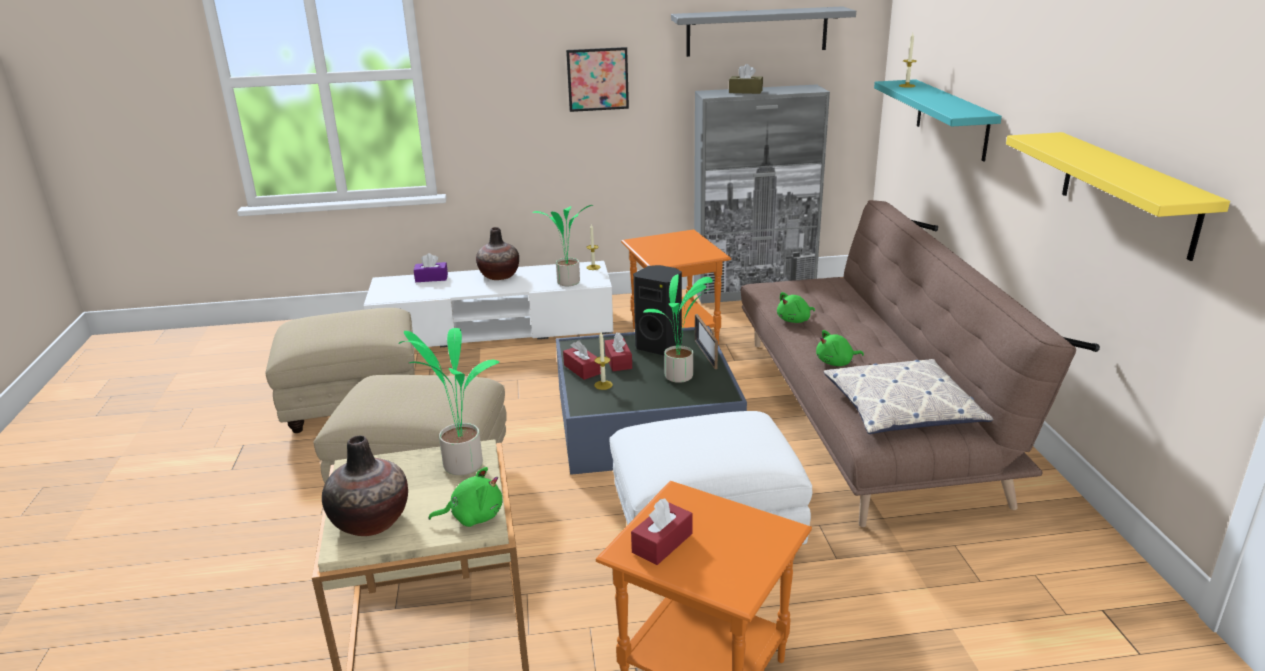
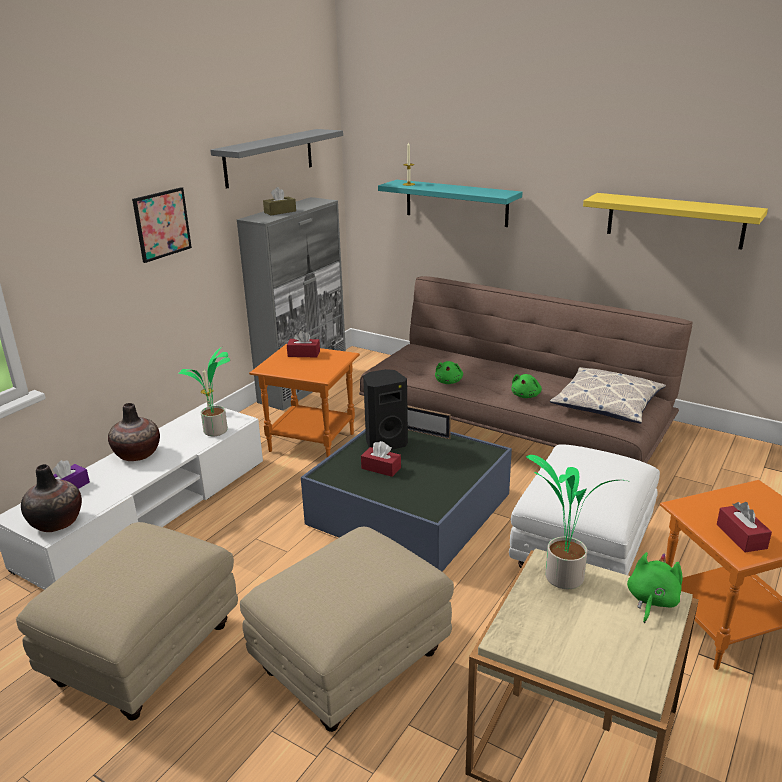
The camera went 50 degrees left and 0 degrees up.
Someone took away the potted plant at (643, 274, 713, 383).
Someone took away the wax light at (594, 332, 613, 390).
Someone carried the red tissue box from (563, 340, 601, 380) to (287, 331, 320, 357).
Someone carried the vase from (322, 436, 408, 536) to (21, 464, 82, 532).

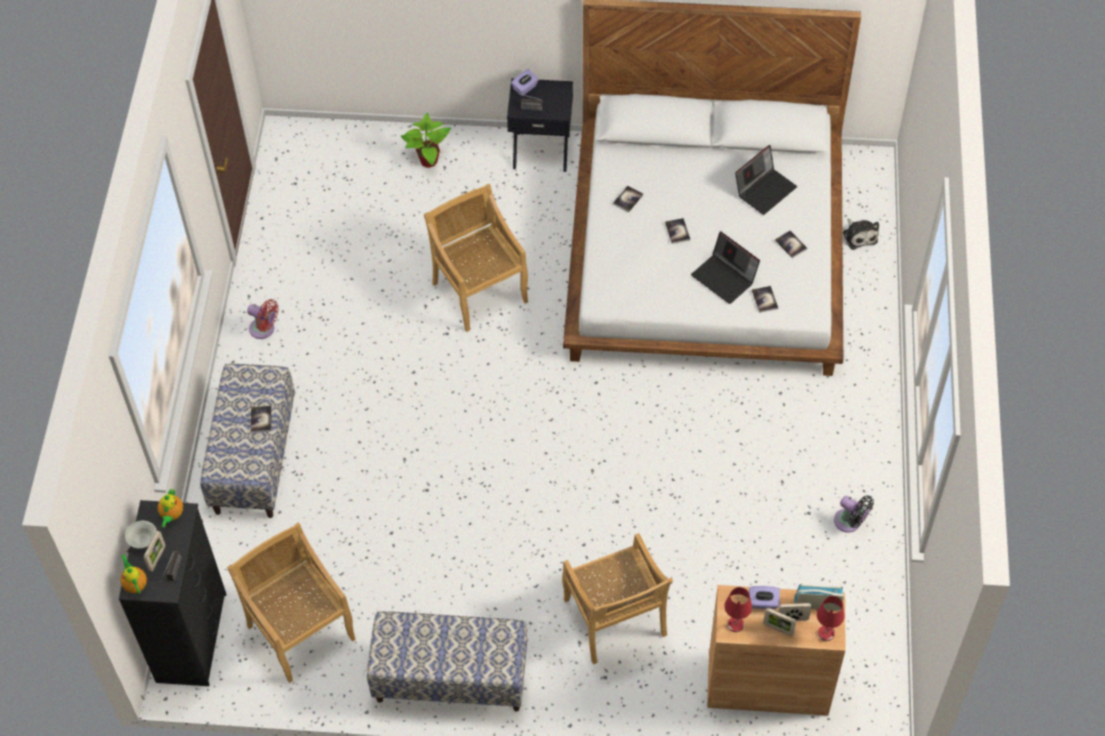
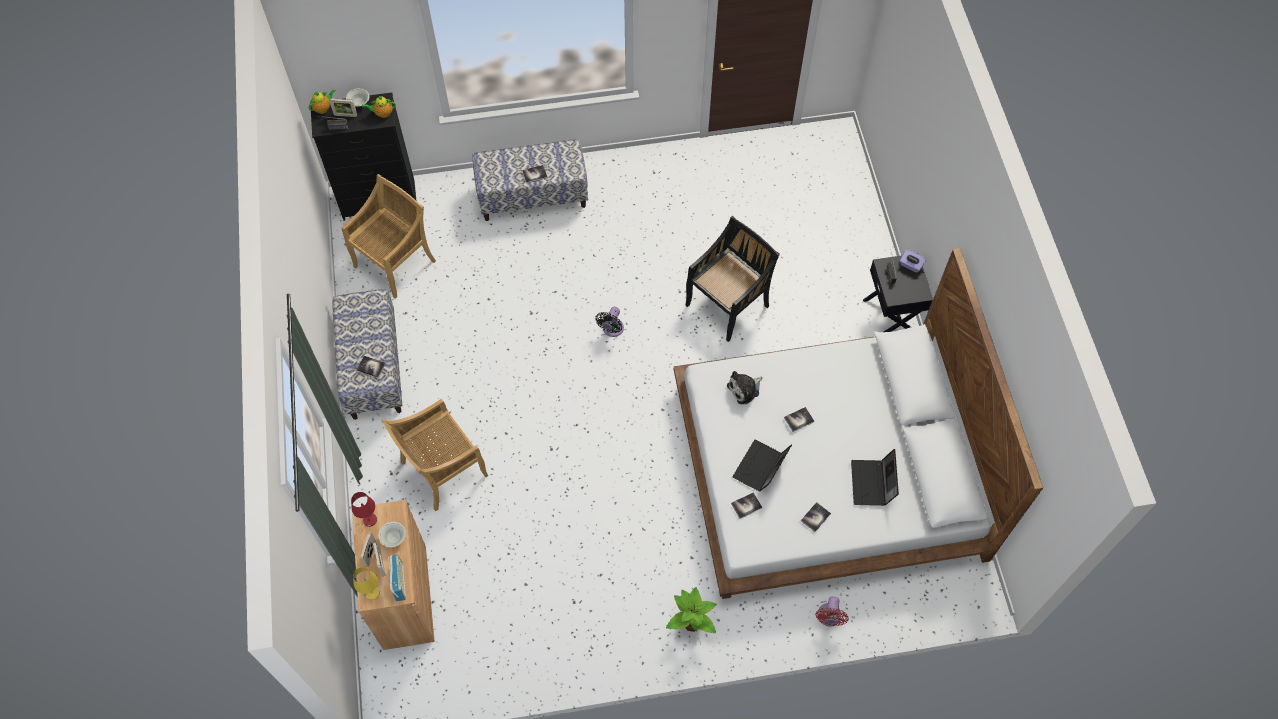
The camera went 75 degrees right and 5 degrees up.
Someone carried the potted plant from (401, 112, 451, 168) to (666, 587, 717, 633).
Someone rotated the laptop at (735, 145, 797, 215) by 60 degrees clockwise.
Someone repainted the beige-coloured plain chair at (424, 184, 528, 332), which became the black-coloured plain chair at (686, 216, 780, 342).
Someone carried the book from (613, 186, 643, 212) to (356, 356, 386, 378).
Someone carried the plush toy from (843, 219, 879, 250) to (727, 371, 762, 404).
Someone carried the red fan from (247, 299, 279, 339) to (816, 596, 849, 627).
Someone carried the black-coloured fan from (834, 495, 874, 533) to (595, 307, 624, 337).
Someone swapped the purplish tissue box at (749, 586, 780, 609) for the whitish serving bowl at (379, 522, 406, 547).
Someone repainted the red lamp for a table at (817, 596, 845, 641), which became the yellow-coloured lamp for a table at (353, 567, 380, 600).

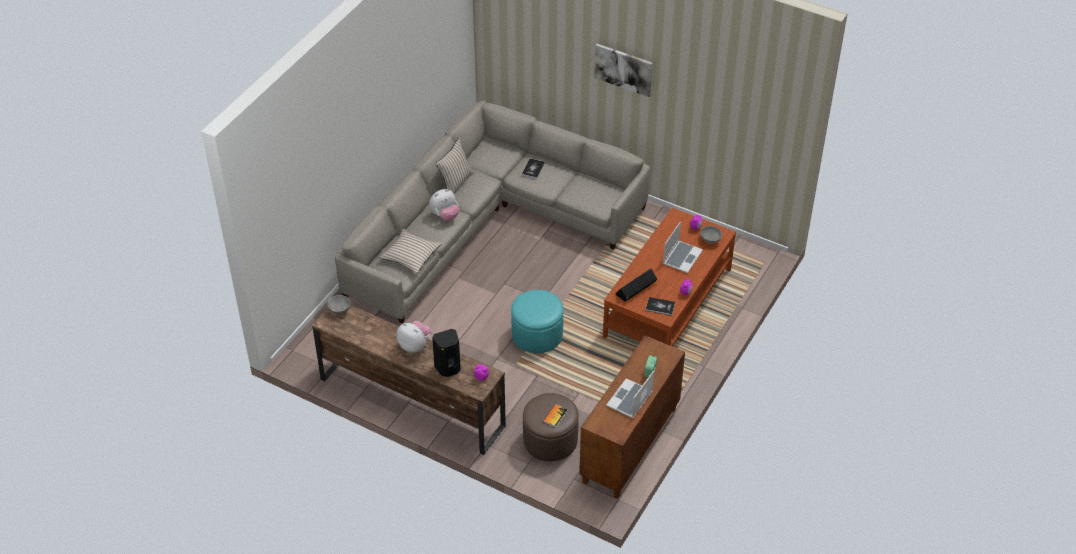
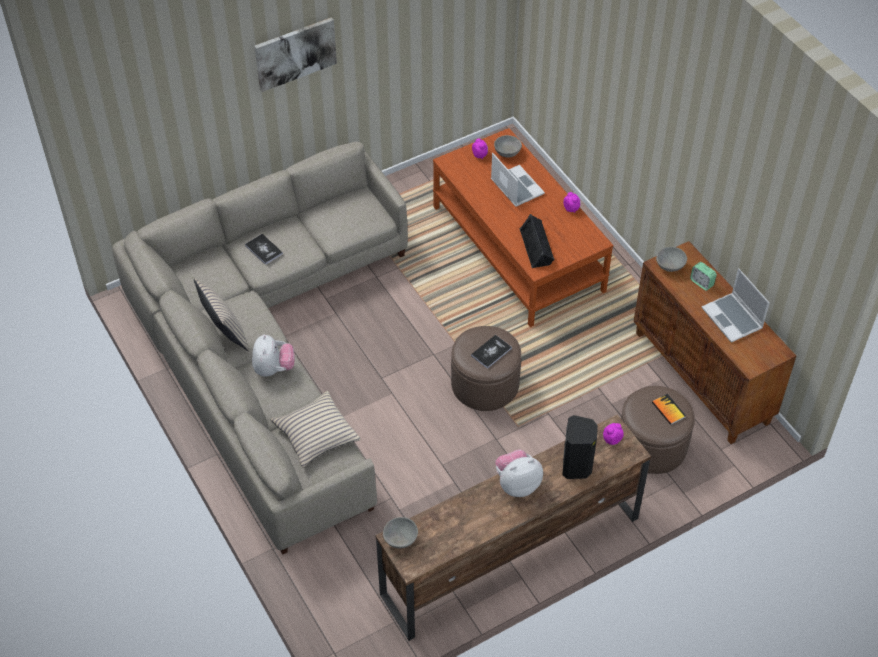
The camera went 60 degrees left and 5 degrees up.
Someone repainted the blue-green pouffe at (511, 290, 564, 353), which became the brown pouffe at (451, 326, 521, 411).
Someone carried the book from (645, 297, 675, 316) to (471, 335, 512, 369).
Someone put down the gray serving bowl at (656, 247, 687, 272).

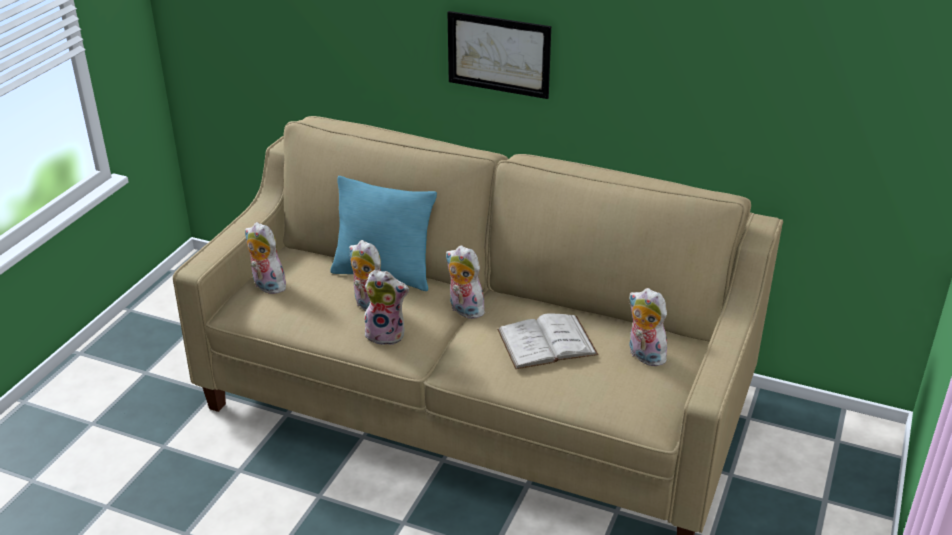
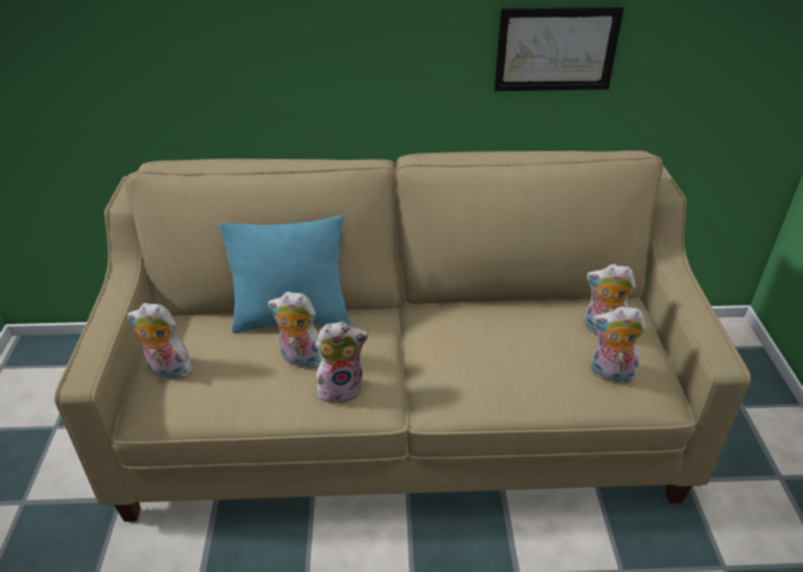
The camera went 25 degrees left and 5 degrees up.
Someone carried the picture from (447, 11, 551, 99) to (494, 7, 624, 91).
Someone carried the plush toy from (445, 245, 485, 319) to (590, 306, 646, 384).
Someone took away the whitish book at (497, 314, 598, 369).

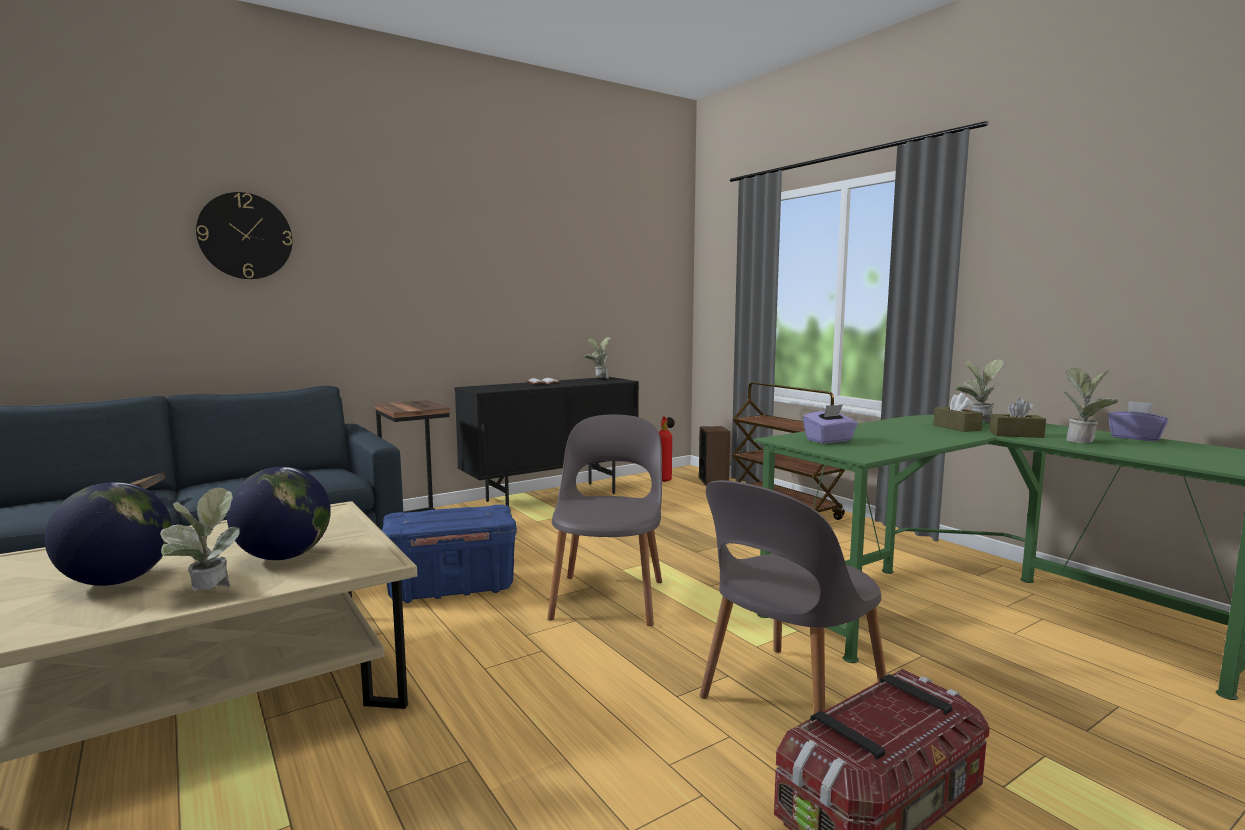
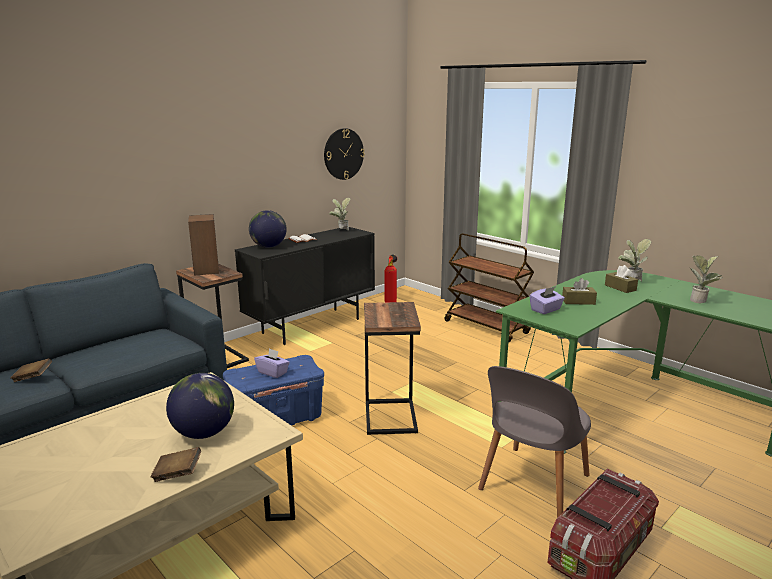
The camera went 10 degrees left and 10 degrees up.
Someone carried the clock on the wall from (196, 192, 292, 279) to (324, 128, 365, 180).
Someone carried the brown tissue box from (989, 398, 1046, 438) to (562, 278, 597, 305).
Someone carried the purplish tissue box from (1108, 401, 1168, 442) to (254, 348, 290, 378).
Someone swapped the gray plain chair at (547, 415, 662, 626) for the accent table at (364, 302, 421, 435).
Someone carried the speaker from (699, 426, 730, 485) to (188, 214, 219, 276).
Someone carried the desk globe from (45, 482, 172, 586) to (249, 210, 287, 248).
Someone swapped the potted plant at (160, 488, 240, 592) for the brown book at (151, 447, 201, 482).

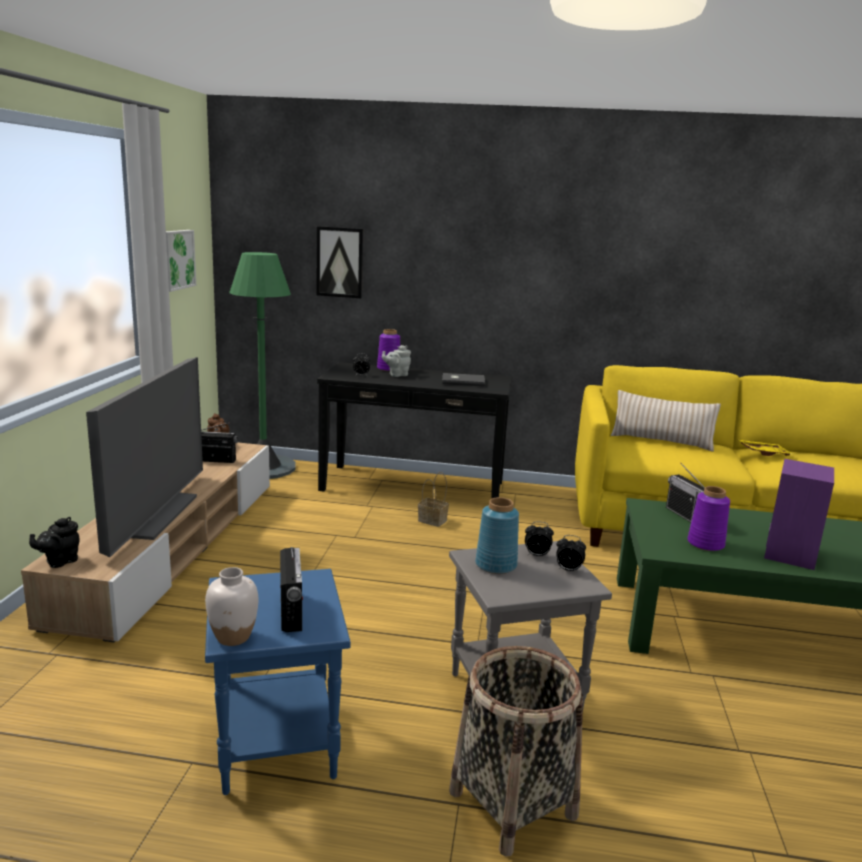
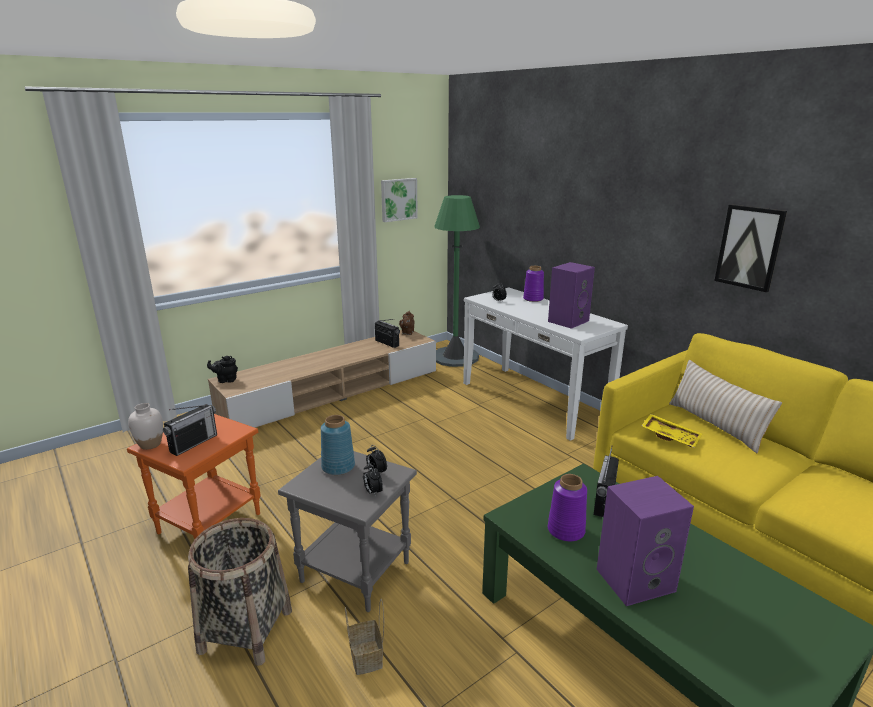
The camera went 45 degrees right and 5 degrees up.
Someone carried the picture from (317, 226, 363, 298) to (714, 204, 787, 292).
Someone took away the gray tea pot at (382, 345, 411, 377).
Someone took away the television at (86, 357, 203, 557).
Someone repainted the black-coloured console table at (317, 362, 512, 499), which became the whitish console table at (463, 287, 628, 441).
Someone swapped the gray book at (442, 373, 485, 387) for the purplish speaker at (548, 262, 595, 329).
Someone carried the yellow-coloured serving tray from (738, 439, 793, 456) to (641, 414, 702, 448).
Someone carried the storage basket from (418, 472, 449, 527) to (345, 599, 384, 675).
Someone repainted the blue-coloured accent table at (205, 569, 351, 795), which became the orangey accent table at (127, 414, 261, 539).

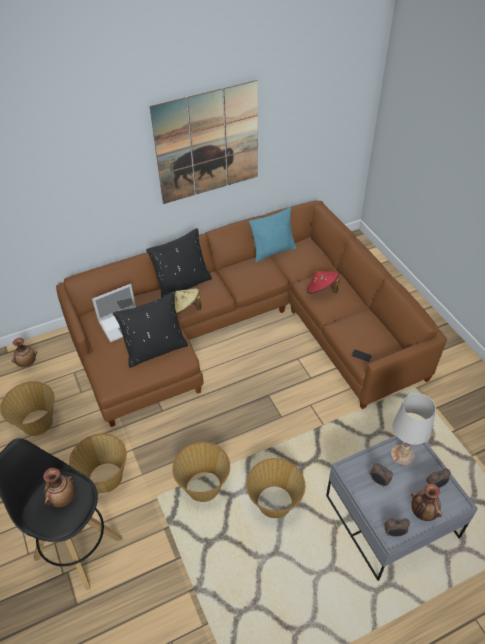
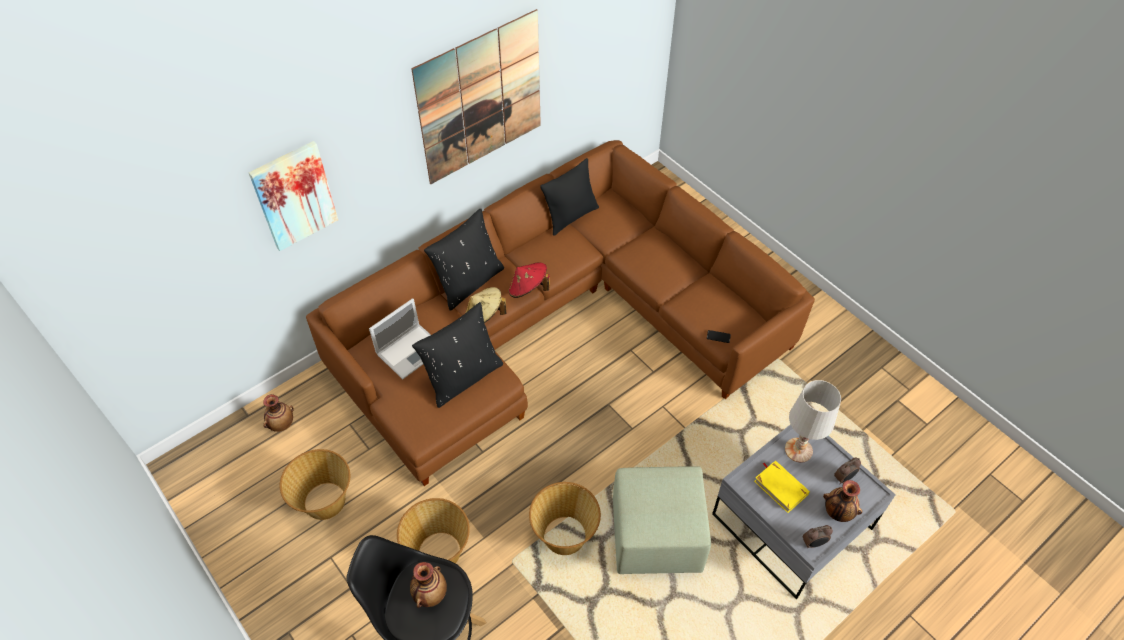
The camera went 15 degrees left and 5 degrees up.
Someone repainted the blue-green throw pillow at (249, 207, 296, 262), which became the black-coloured throw pillow at (540, 158, 599, 236).
Someone carried the red hat from (306, 271, 340, 293) to (509, 262, 550, 298).
Someone swapped the storage basket at (246, 458, 305, 518) for the greenish pouffe at (613, 466, 711, 574).
Someone swapped the table clock at (370, 463, 393, 487) for the yellow-coloured book at (754, 461, 810, 513).
Someone put up the picture at (249, 141, 338, 251).

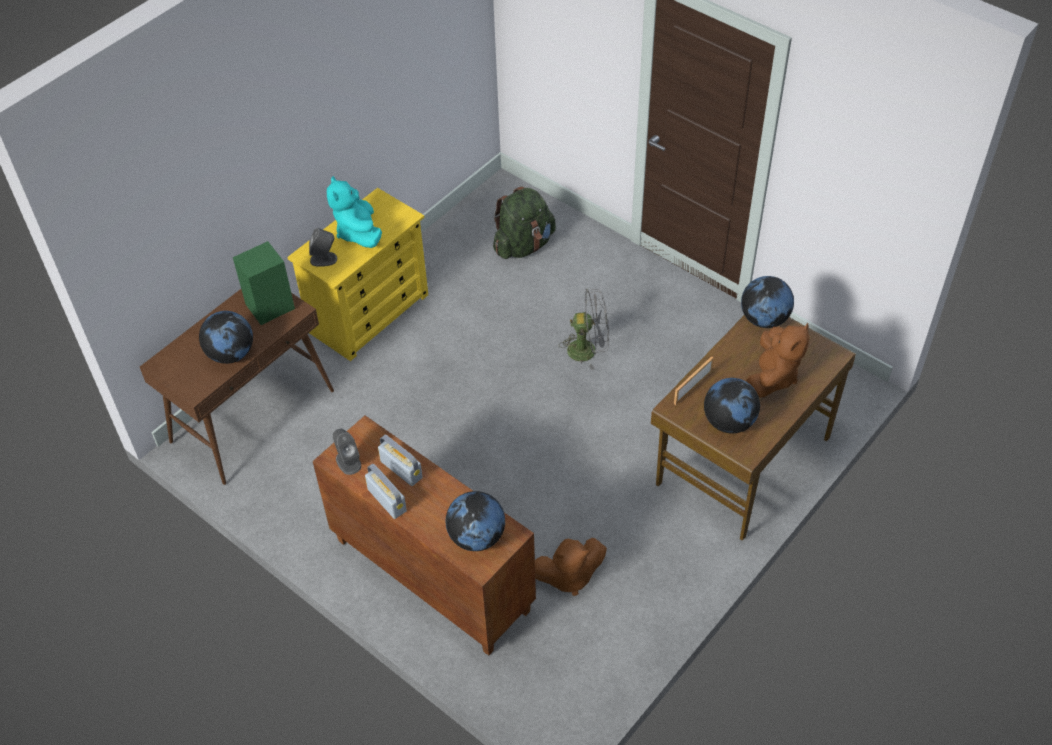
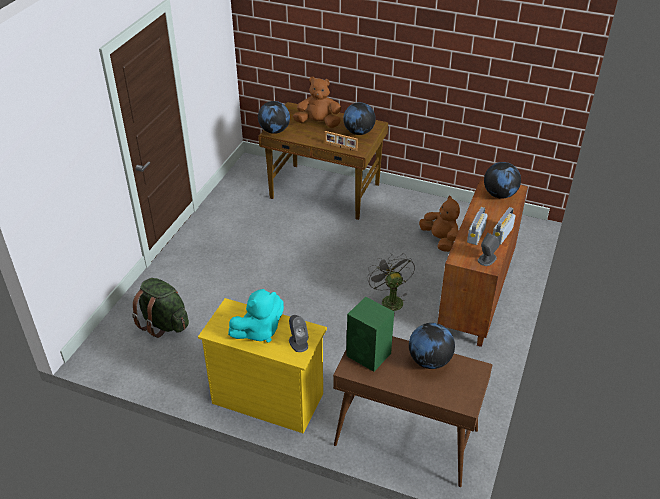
The camera went 110 degrees left and 10 degrees down.
Someone carried the gray fan from (559, 289, 609, 370) to (367, 253, 415, 314).

